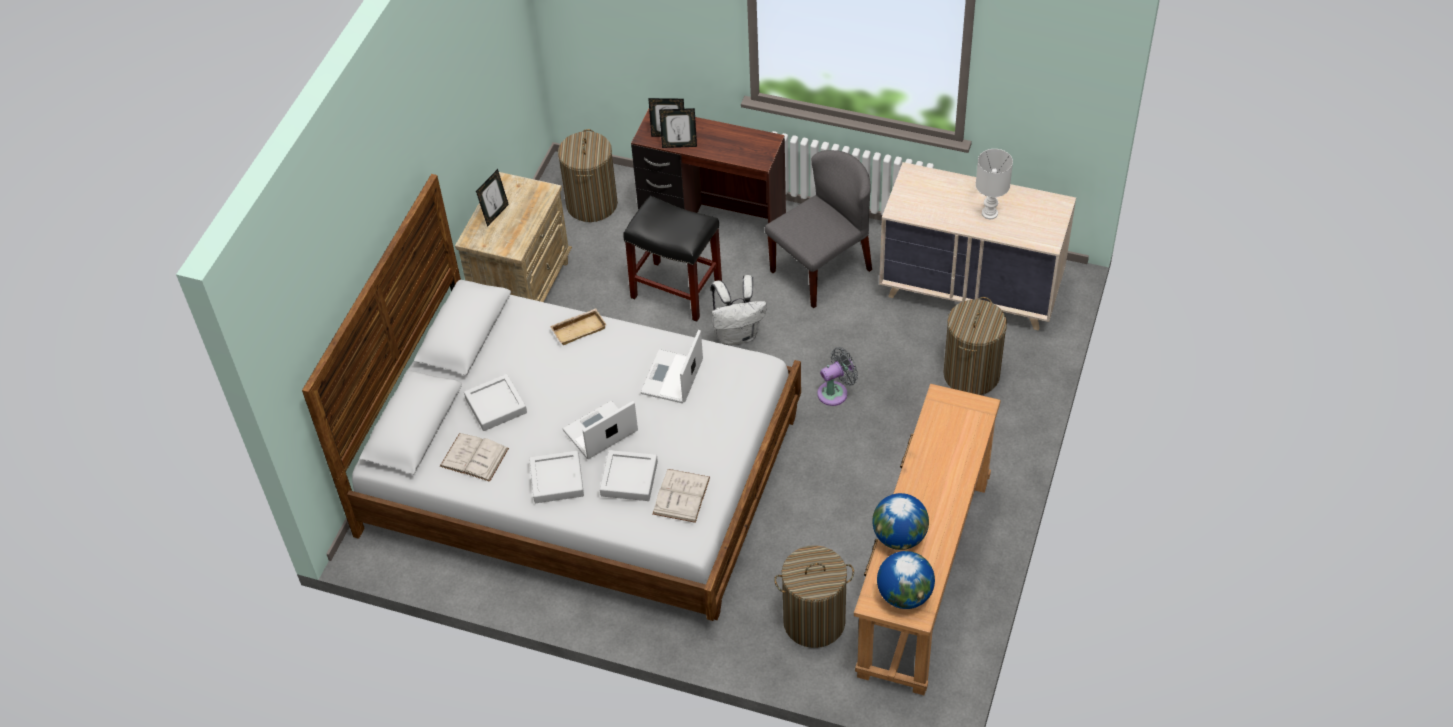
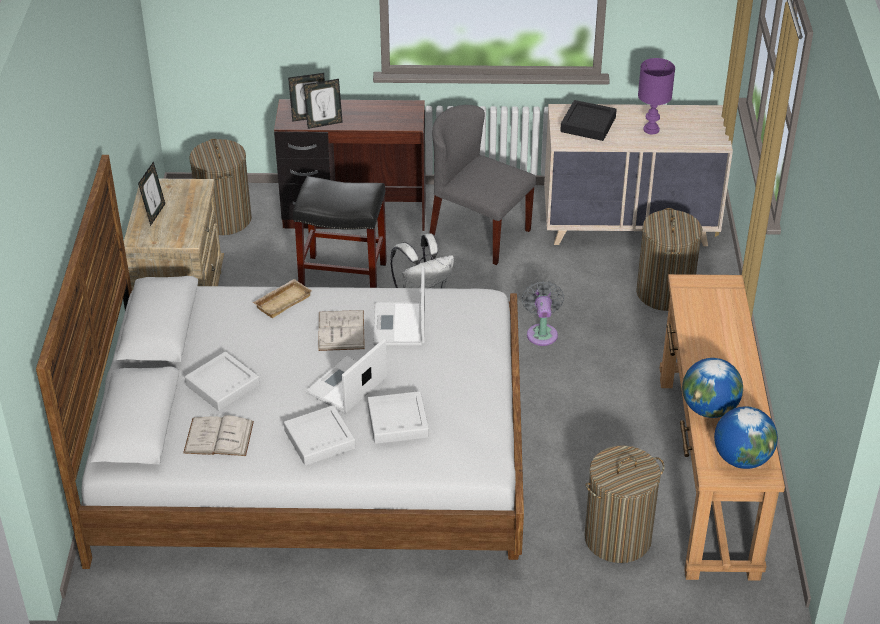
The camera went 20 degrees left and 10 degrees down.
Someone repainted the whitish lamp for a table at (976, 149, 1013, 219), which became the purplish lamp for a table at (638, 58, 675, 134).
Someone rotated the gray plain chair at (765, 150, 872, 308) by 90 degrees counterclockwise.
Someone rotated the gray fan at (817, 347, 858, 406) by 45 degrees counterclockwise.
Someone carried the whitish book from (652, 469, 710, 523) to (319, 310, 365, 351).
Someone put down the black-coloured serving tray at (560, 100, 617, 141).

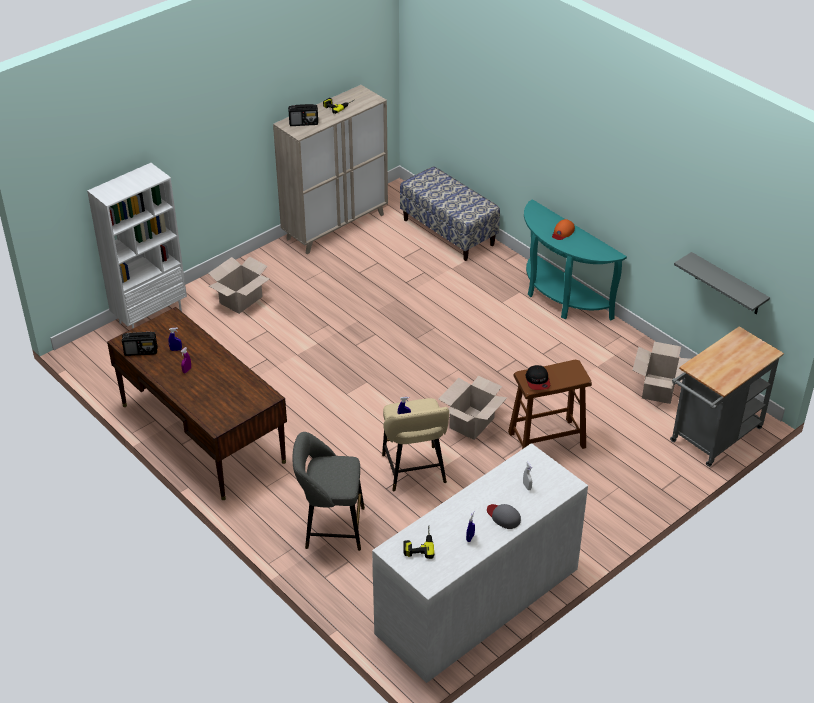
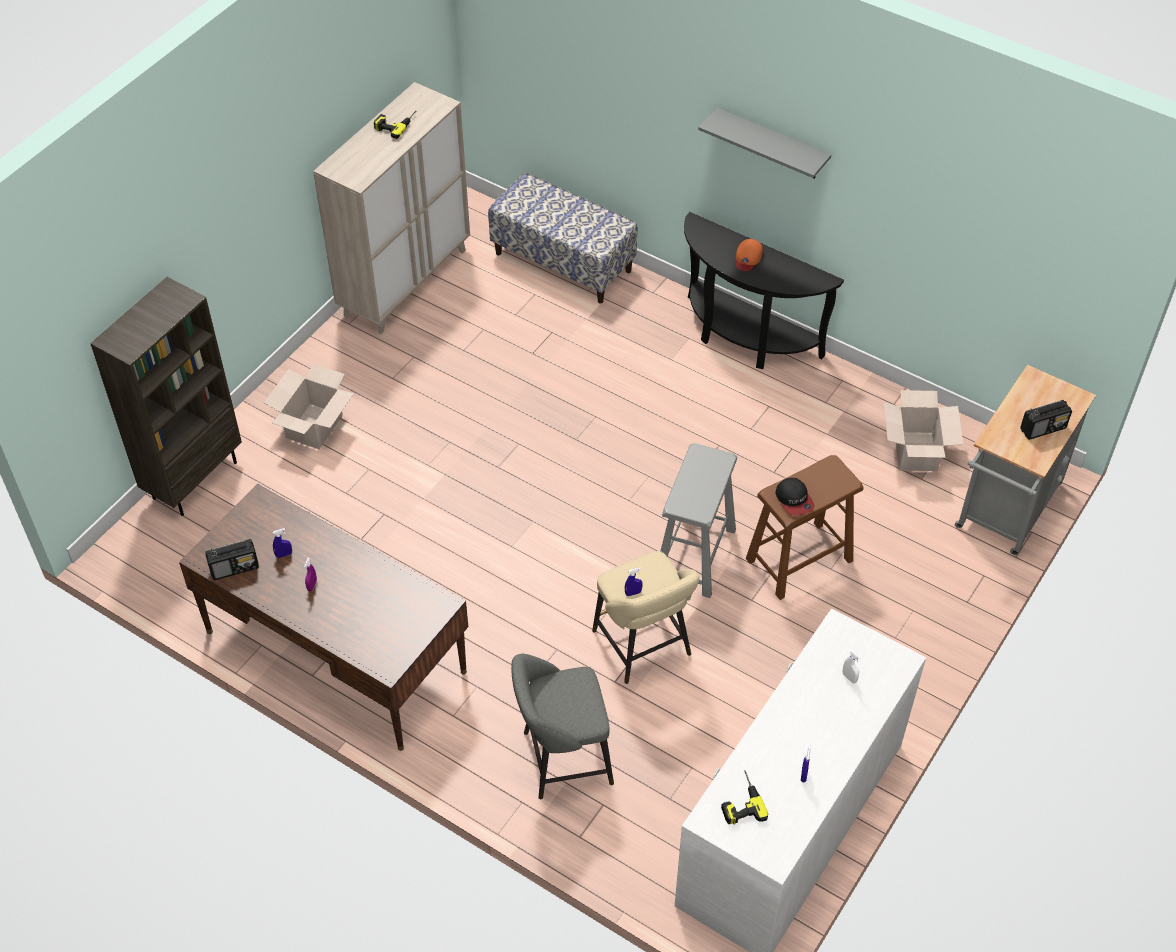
The camera went 15 degrees left and 10 degrees up.
Someone carried the radio receiver from (288, 104, 318, 126) to (1020, 400, 1072, 440).
Someone repainted the whitish bookcase at (87, 163, 187, 329), which became the brown bookcase at (90, 277, 242, 516).
Someone repainted the blue-green console table at (524, 199, 627, 320), which became the black-coloured console table at (684, 212, 844, 369).
Someone carried the gray shelf from (674, 252, 770, 314) to (698, 108, 831, 179).
Someone swapped the cardboard box at (438, 376, 507, 440) for the gray sitting stool at (661, 443, 737, 598).
Someone took away the gray baseball cap at (487, 504, 521, 529).

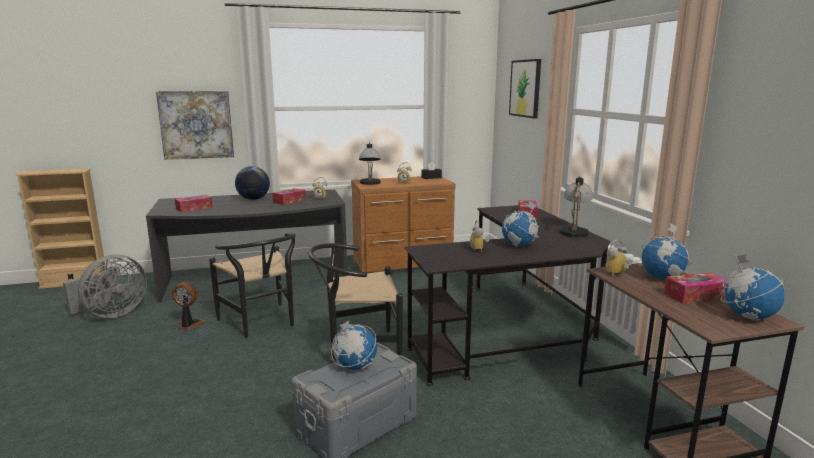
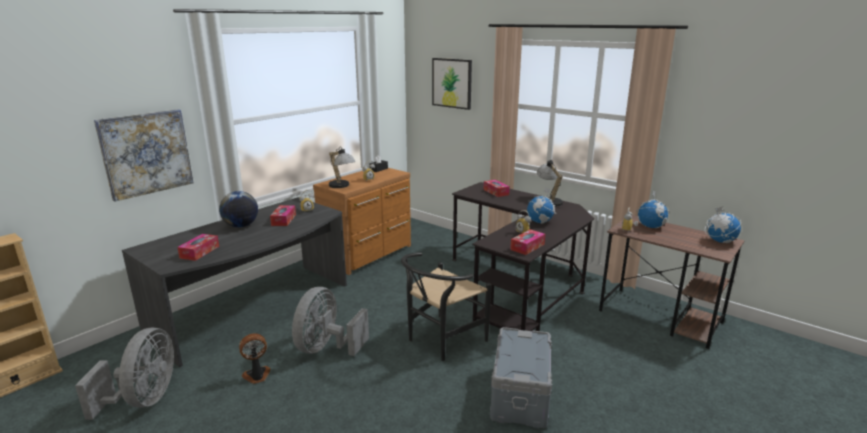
The camera went 35 degrees left and 5 degrees up.
Someone swapped the black-coloured plain chair at (209, 233, 296, 339) for the gray fan at (292, 287, 369, 356).
Someone carried the tissue box from (664, 273, 727, 304) to (510, 229, 545, 255).
Someone took away the desk globe at (331, 320, 377, 370).

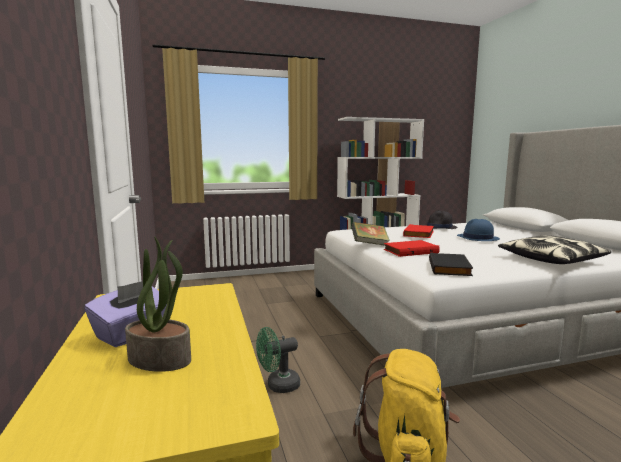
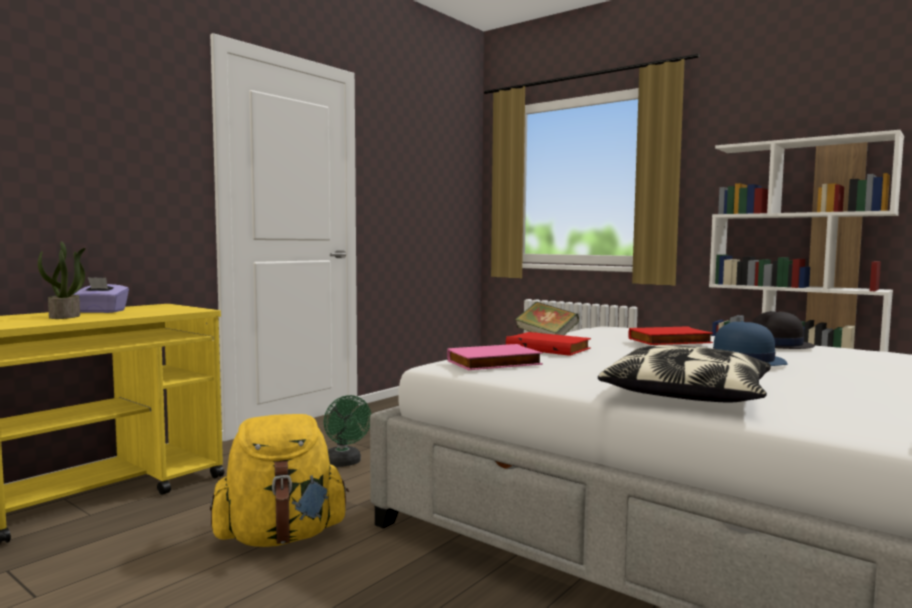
The camera went 55 degrees right and 5 degrees down.
Someone repainted the black-coloured book at (429, 252, 473, 276), which became the pink-coloured book at (447, 344, 543, 370).
Someone rotated the greenish fan at (256, 327, 300, 393) by 150 degrees counterclockwise.

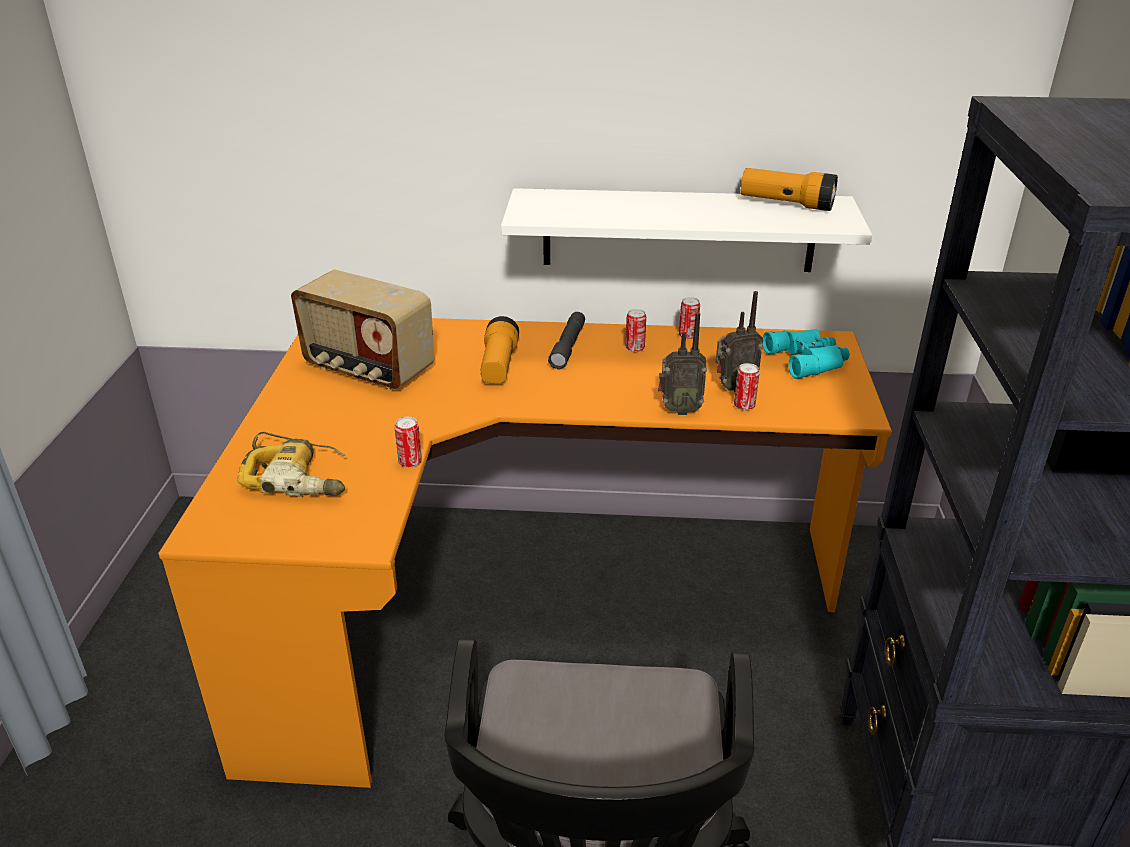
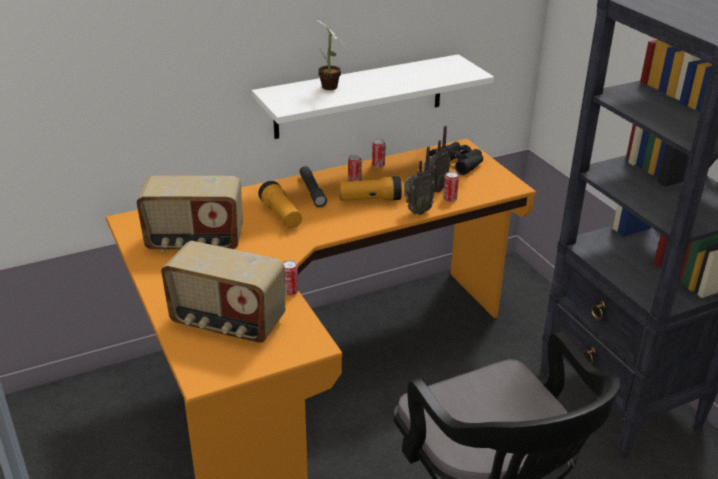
The camera went 30 degrees left and 0 degrees up.
Someone carried the torch from (741, 168, 838, 211) to (339, 176, 402, 201).
Someone repainted the blue-green pair of binoculars at (762, 329, 850, 379), which became the black-coloured pair of binoculars at (429, 142, 483, 175).
Someone swapped the power drill at (237, 432, 345, 497) for the radio receiver at (161, 241, 285, 343).
Someone put down the potted plant at (317, 18, 345, 90).

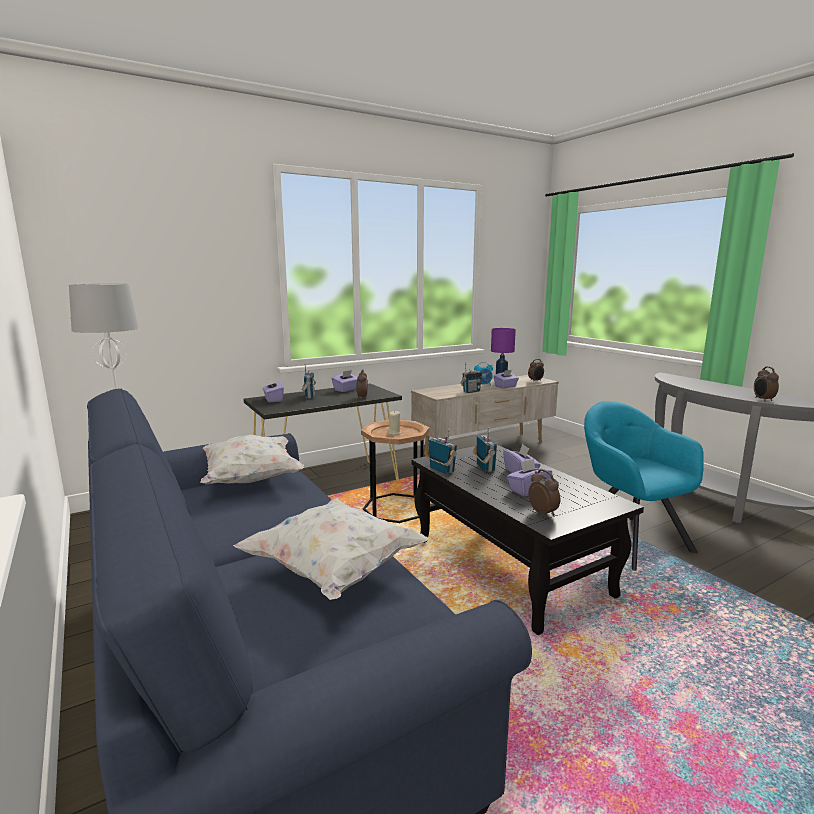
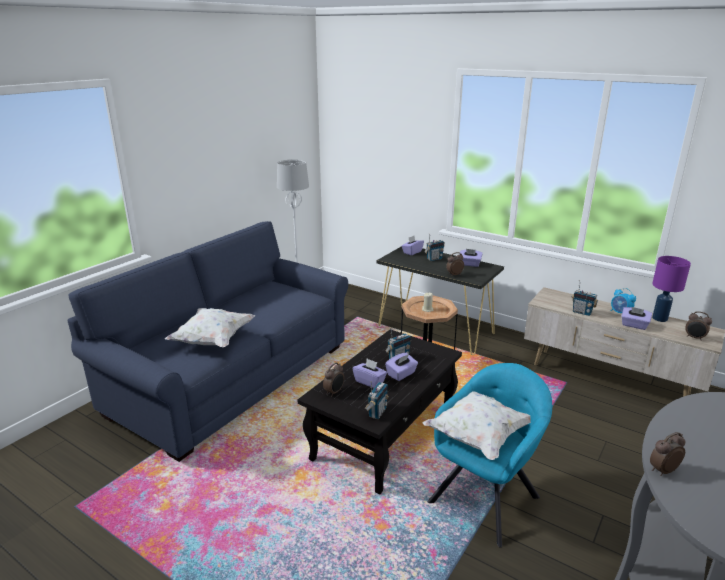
The camera went 65 degrees right and 10 degrees up.
Someone carried the radio receiver from (425, 429, 457, 474) to (365, 381, 389, 419).
Someone carried the whitish throw pillow from (200, 435, 304, 485) to (422, 391, 531, 460).

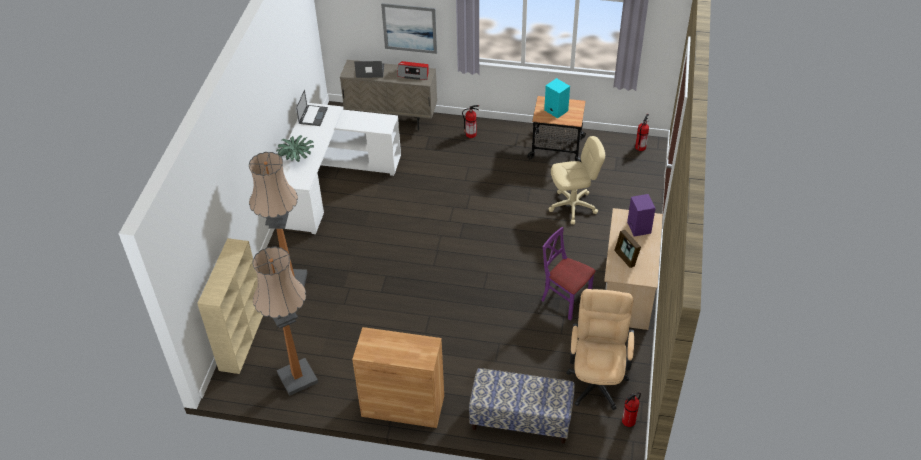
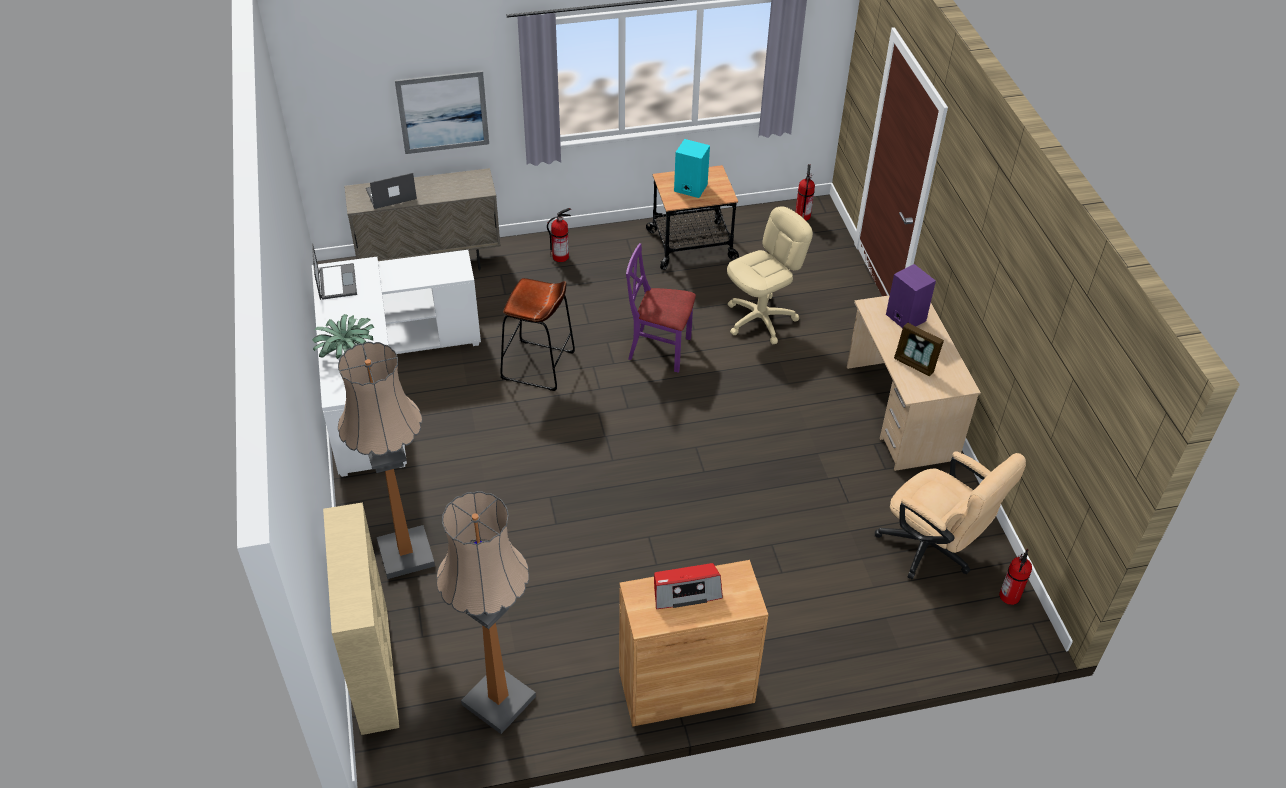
The camera went 25 degrees left and 0 degrees up.
Someone carried the radio receiver from (397, 61, 429, 80) to (654, 563, 723, 609).
Someone carried the purplish plain chair from (541, 227, 596, 320) to (626, 243, 696, 373).
Someone rotated the beige-coloured desk chair at (566, 289, 634, 410) by 150 degrees clockwise.
Someone took away the indoor bench at (469, 368, 575, 444).
Someone put down the brown sitting stool at (500, 278, 575, 391).

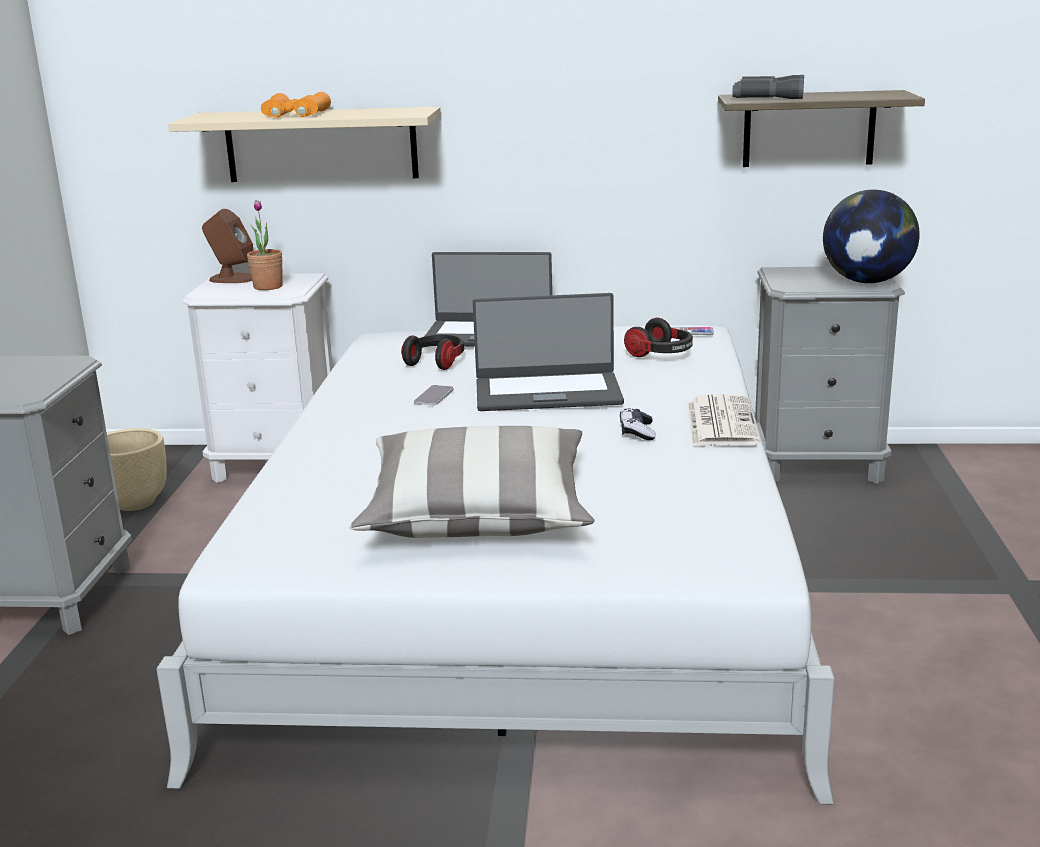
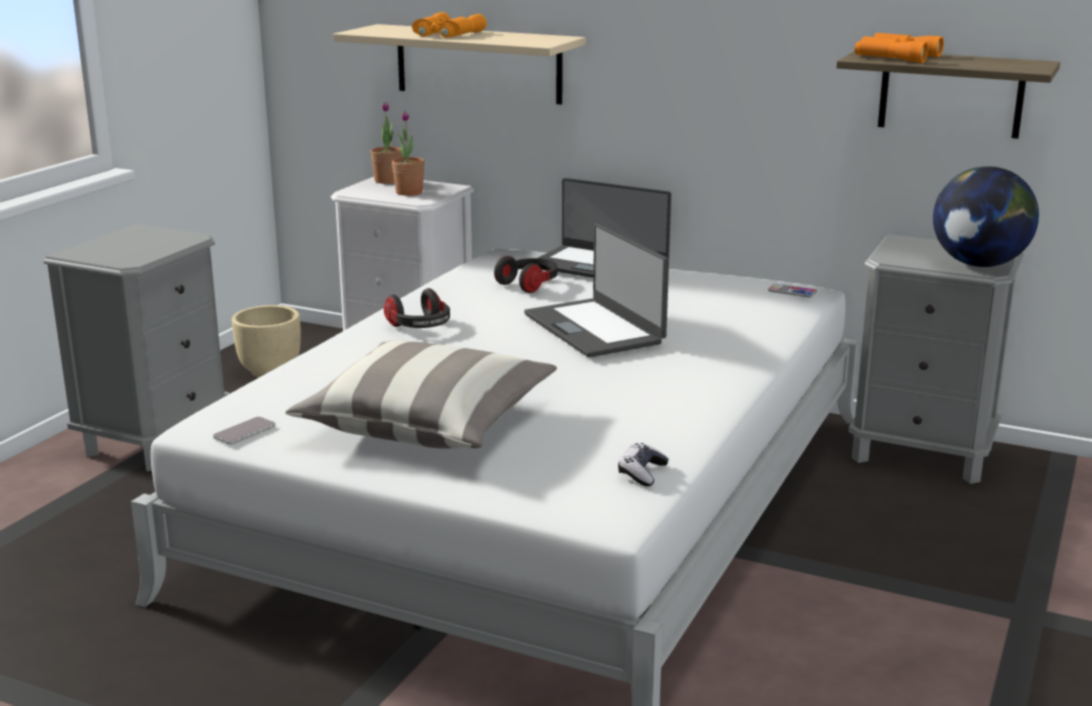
The camera went 20 degrees right and 0 degrees up.
Someone repainted the gray pair of binoculars at (732, 75, 804, 99), which became the orangey pair of binoculars at (855, 33, 944, 63).
Someone swapped the brown speaker at (202, 209, 253, 283) for the potted plant at (371, 102, 402, 184).
Someone rotated the laptop at (473, 293, 624, 411) by 45 degrees clockwise.
Someone carried the headset from (624, 318, 693, 357) to (384, 288, 450, 328).
Someone carried the telephone from (414, 385, 454, 405) to (213, 417, 276, 445).
Someone took away the daily paper at (688, 394, 759, 446).
Someone carried the game controller from (620, 408, 656, 440) to (618, 443, 669, 486).

